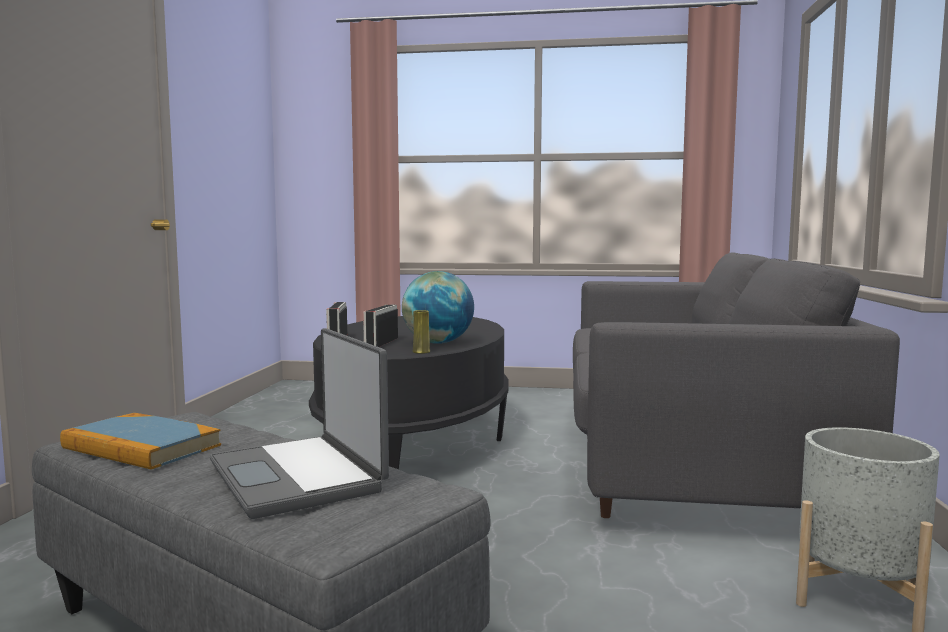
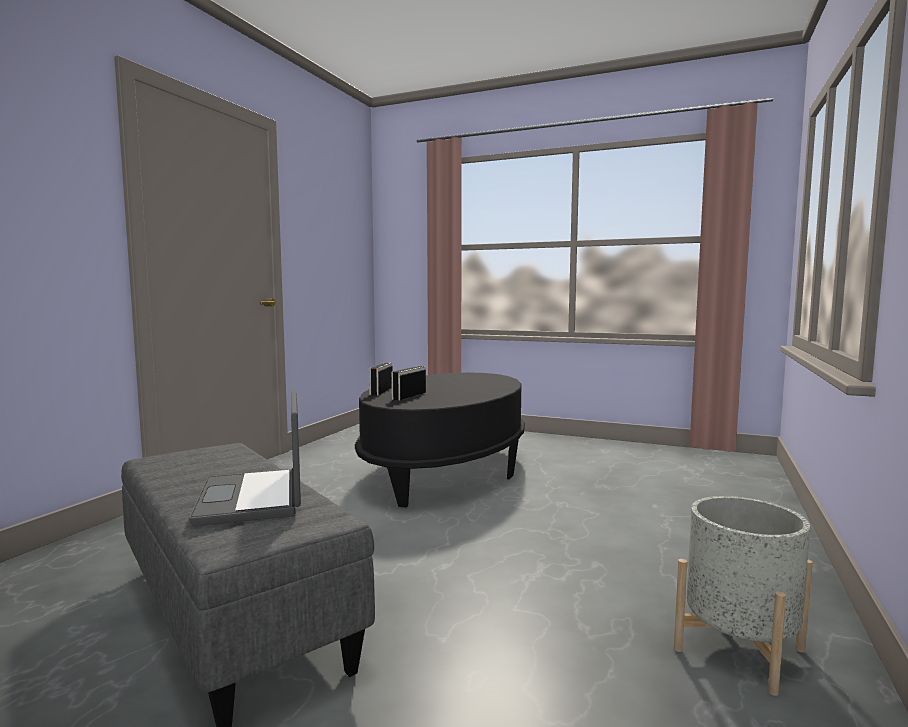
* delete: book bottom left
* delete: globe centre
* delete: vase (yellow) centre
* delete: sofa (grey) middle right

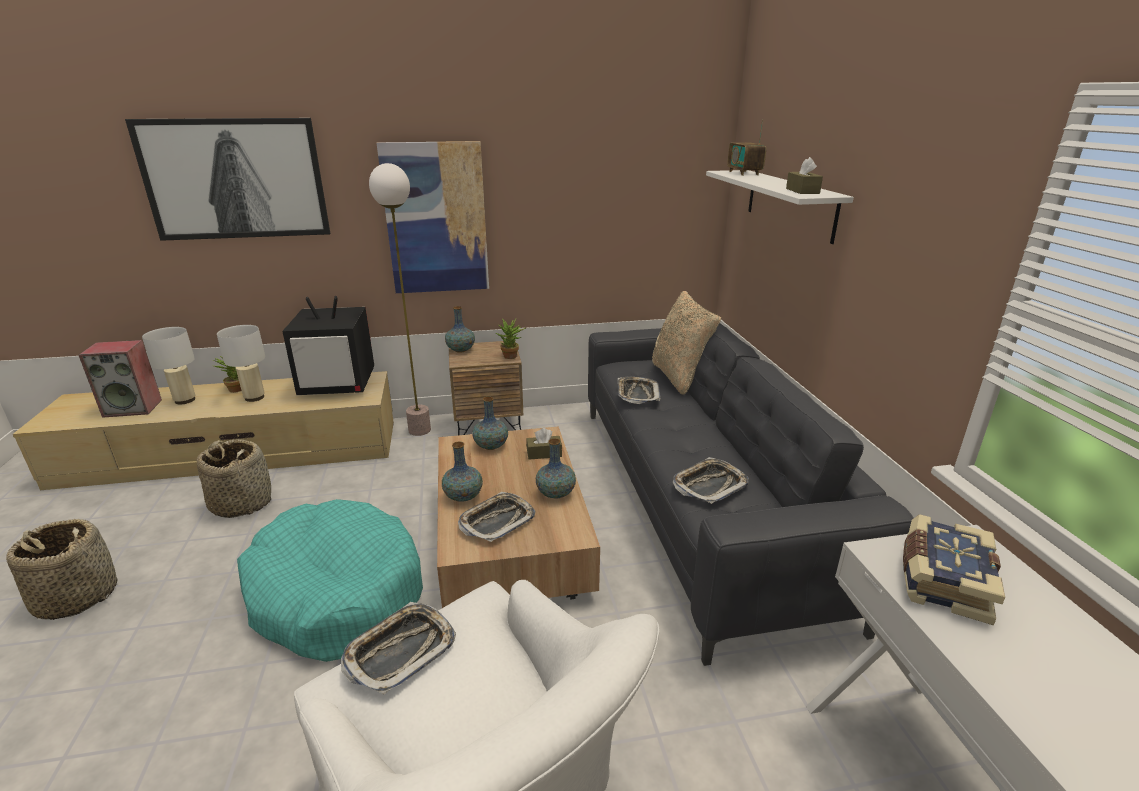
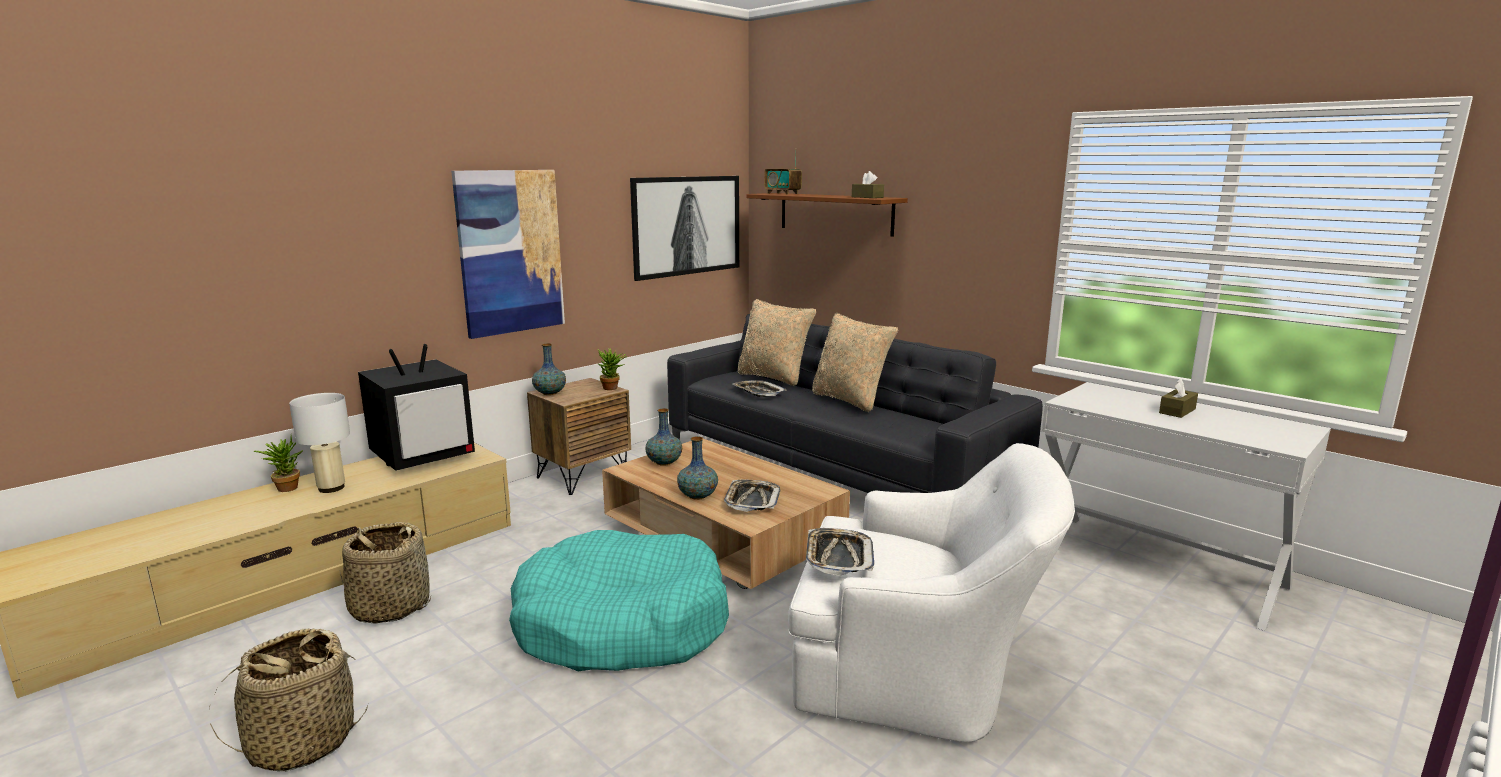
* move: picture (1st from left in the first image) top left to picture (2nd from left) top centre
* recolor: shelf (white) top right to shelf (brown) top centre
* insert: pillow (beige) (2nd from left) centre
* move: tissue box (brown) (1st from left in the first image) centre to tissue box (brown) (2nd from left) middle right
* delete: speaker middle left
* delete: table lamp (white) (1st from left) middle left
* delete: floor lamp centre
* delete: vase (4th from left) centre
* delete: tray (4th from left) centre
* delete: book bottom right

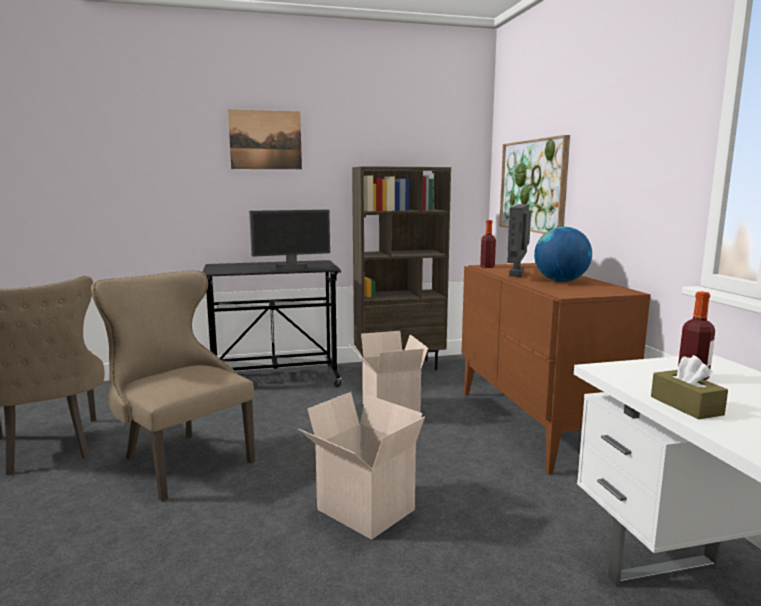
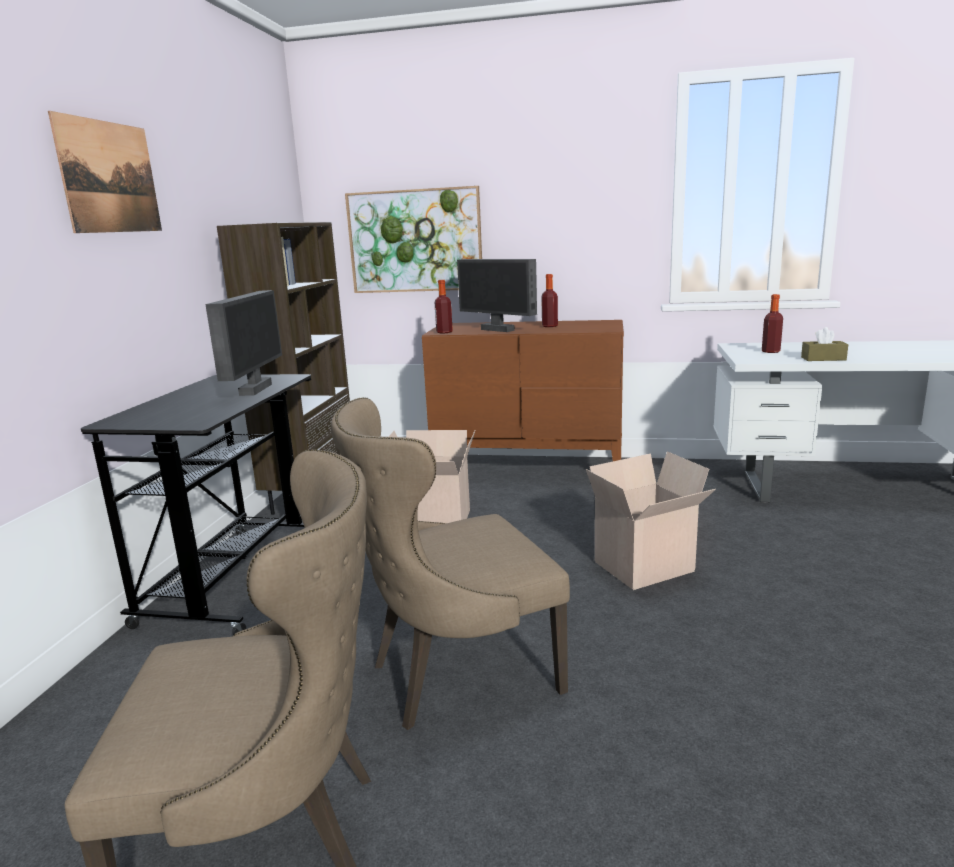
* replace: globe middle right to bottle (2nd from left) centre

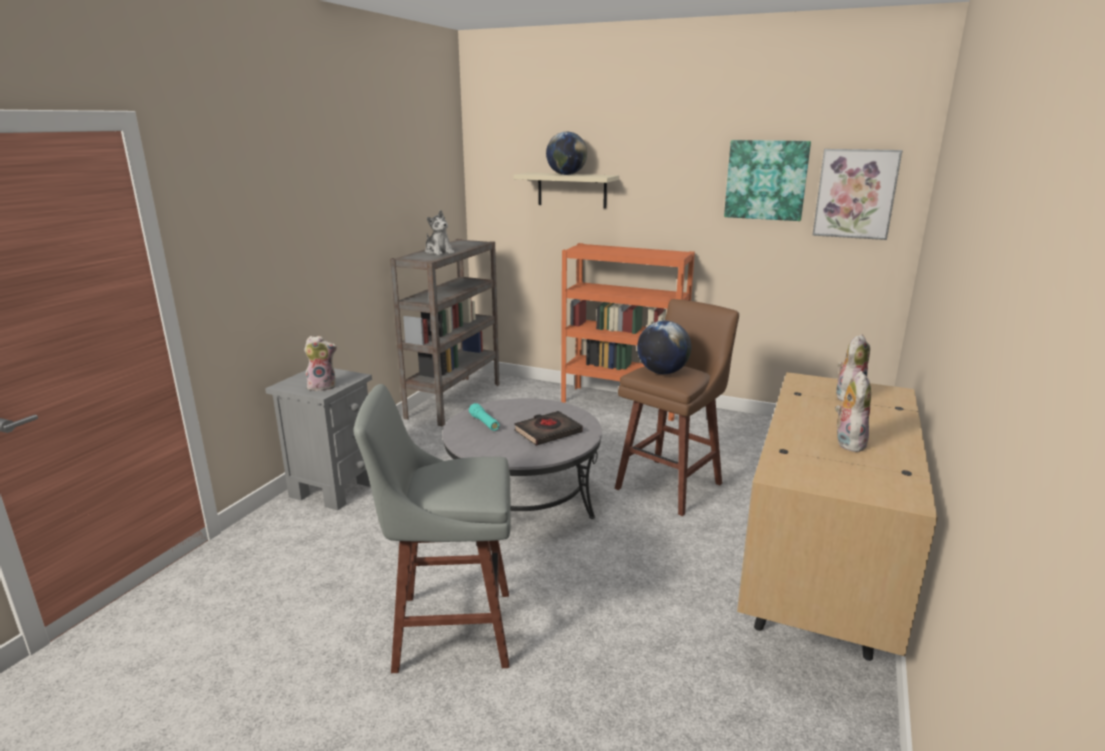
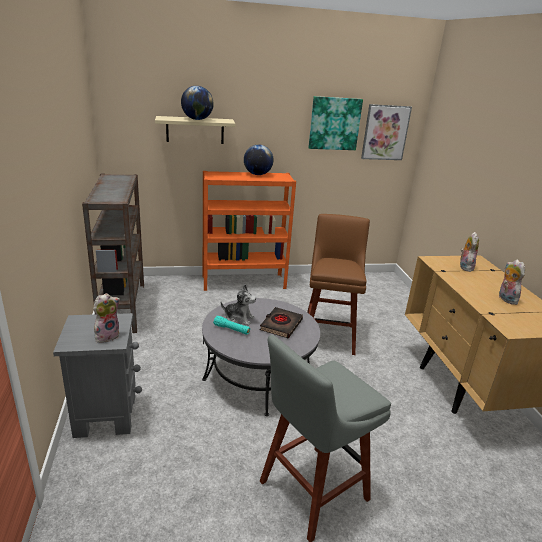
* move: plush toy (2nd from left) top centre to centre
* move: globe (2nd from left) centre to top centre

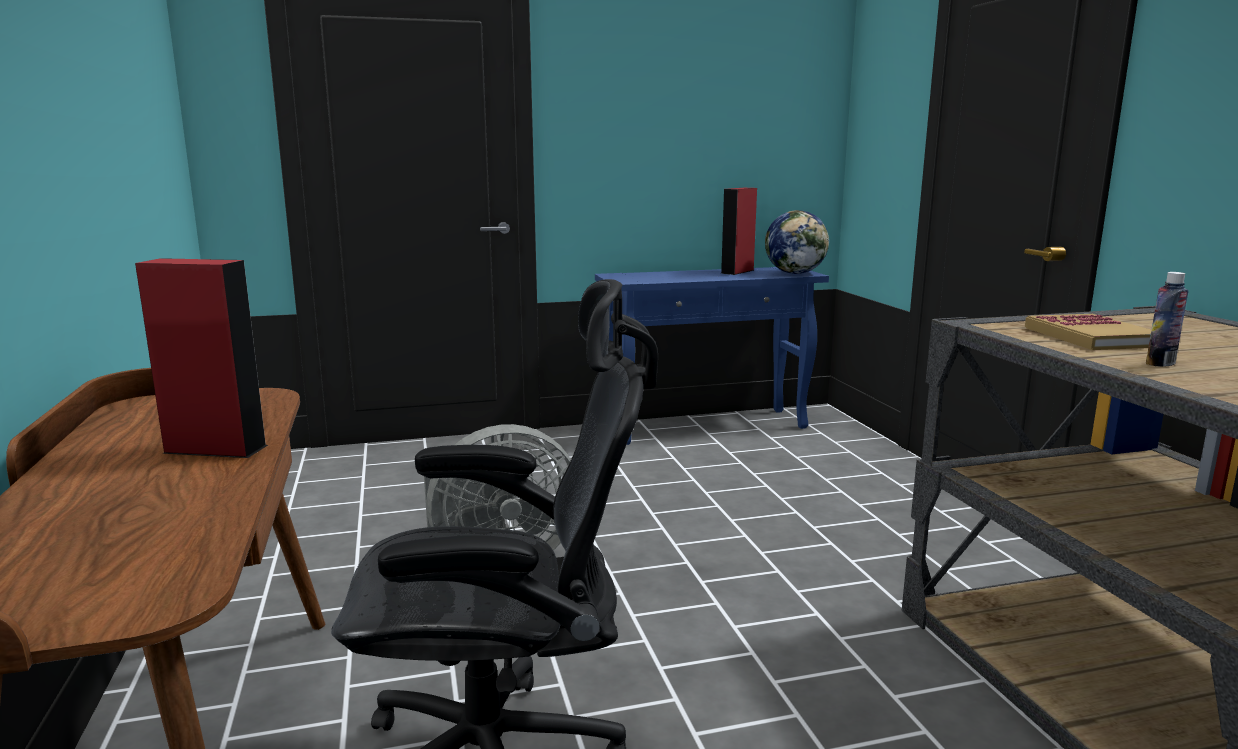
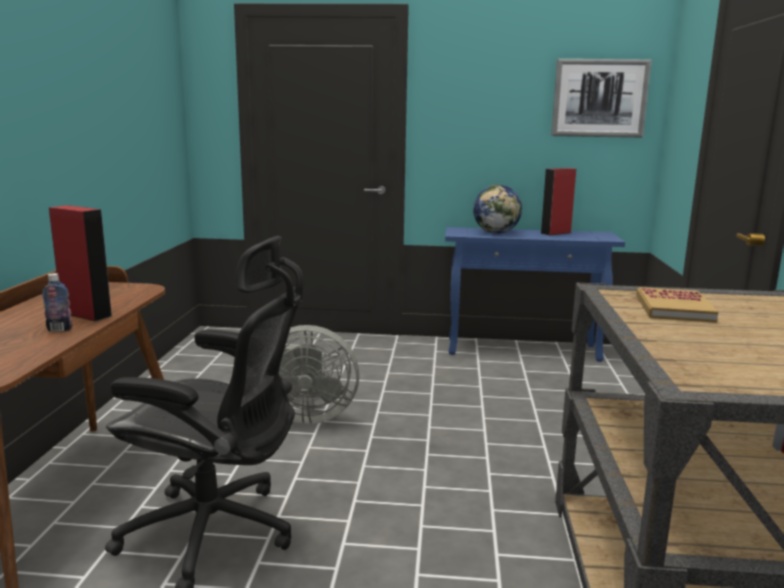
* move: bottle middle right to middle left
* move: globe top centre to centre
* insert: picture top right

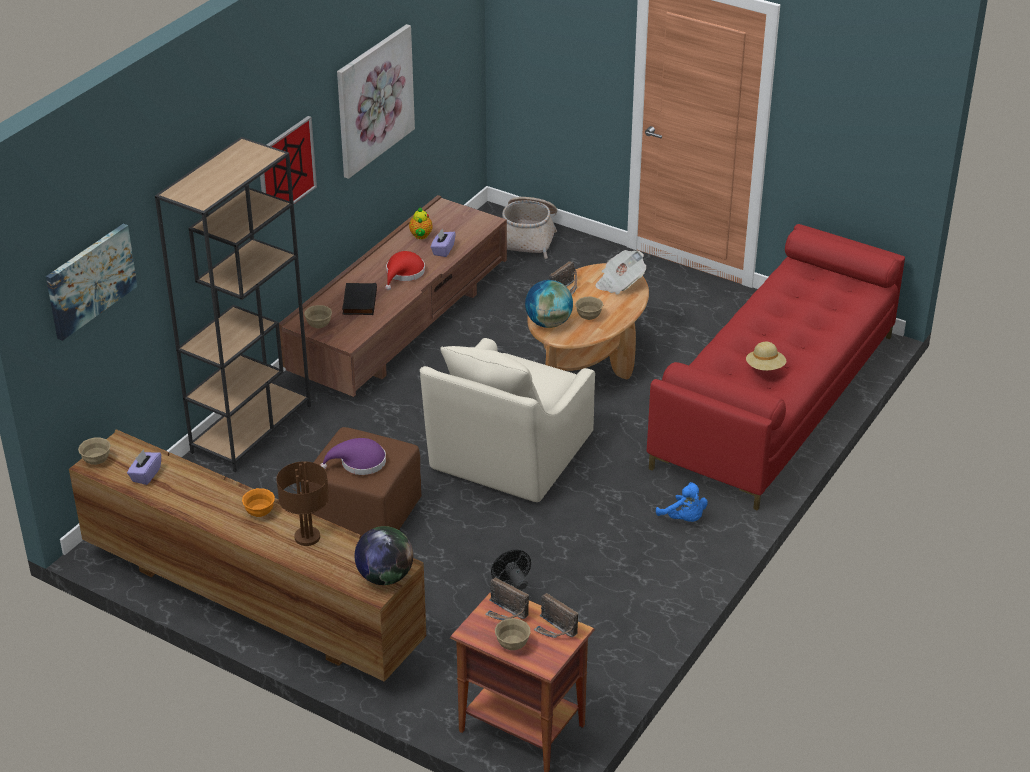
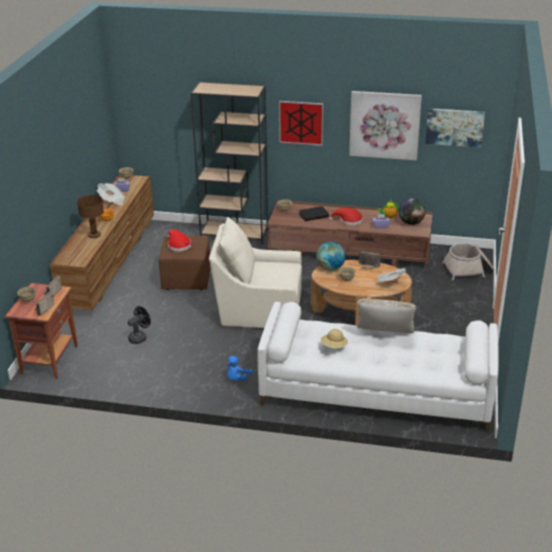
* insert: newspaper (1st from left) middle left
* recolor: hat (purple) centre to hat (red) (1st from left) middle left
* recolor: sofa (red) middle right to sofa (white) middle right
* insert: pillow (beige) middle right
* move: globe (1st from left in the first image) bottom centre to globe (2nd from left) middle right
* move: picture (1st from left in the first image) middle left to picture (3rd from left) top right

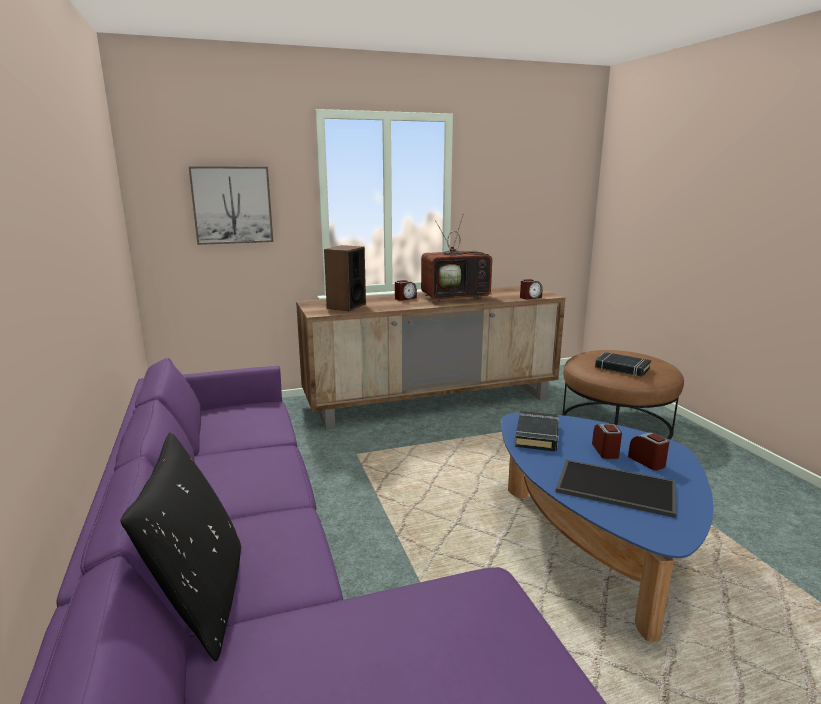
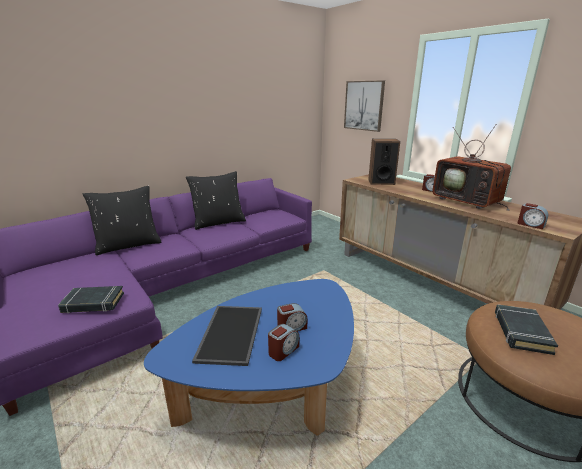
* move: book (black) (1st from left) centre to middle left
* insert: pillow (black) (2nd from left) centre

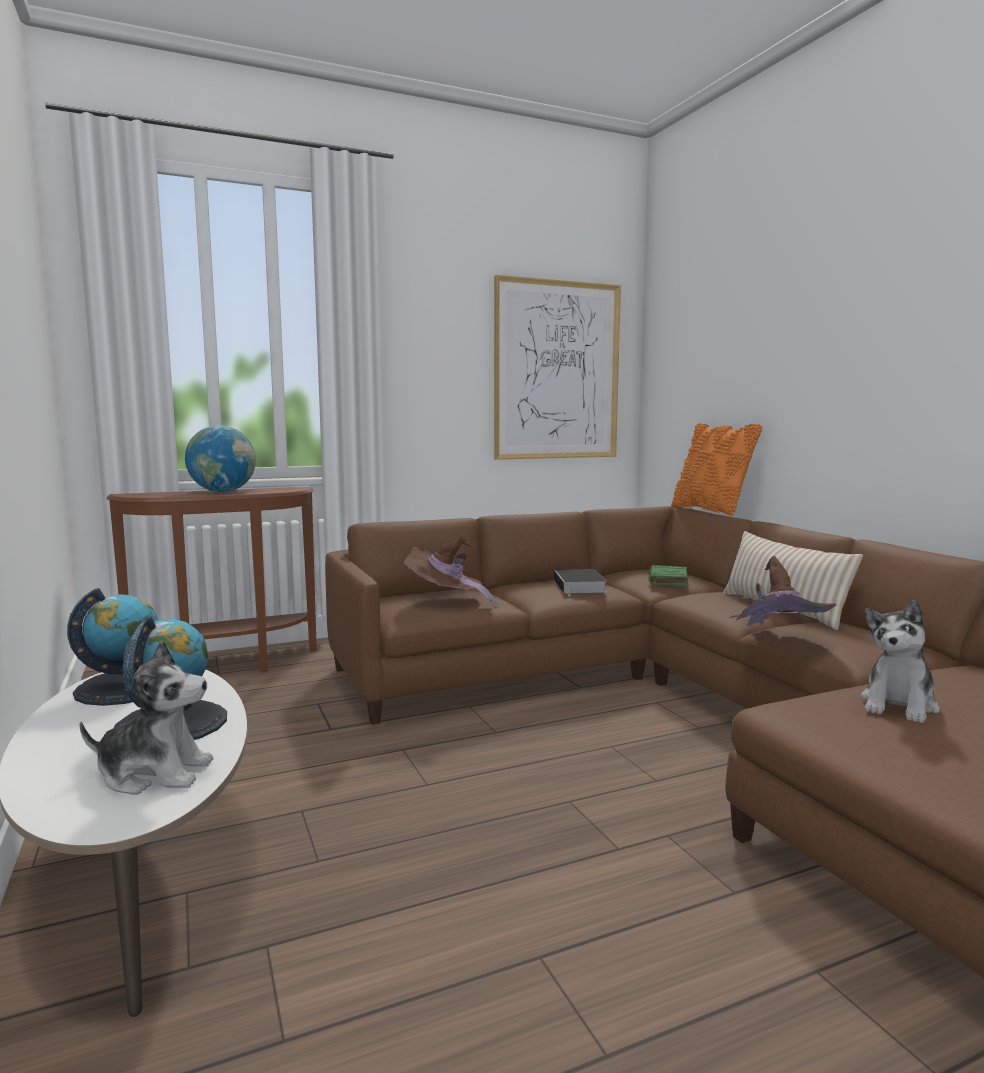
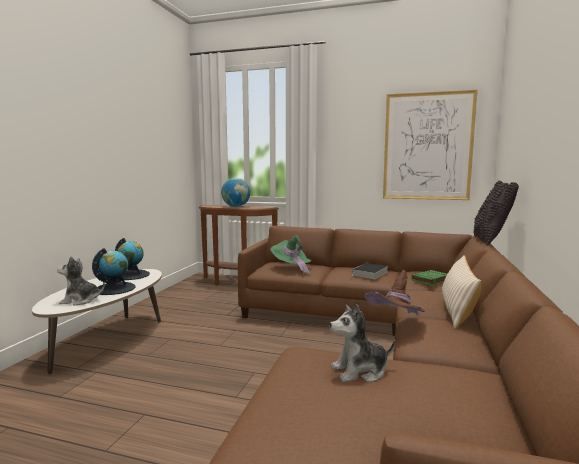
* rotate: plush toy (1st from left) bottom left = middle left 135 degrees clockwise
* recolor: hat (brown) (1st from left) centre to hat (green) centre
* recolor: pillow (orange) middle right to pillow (black) middle right

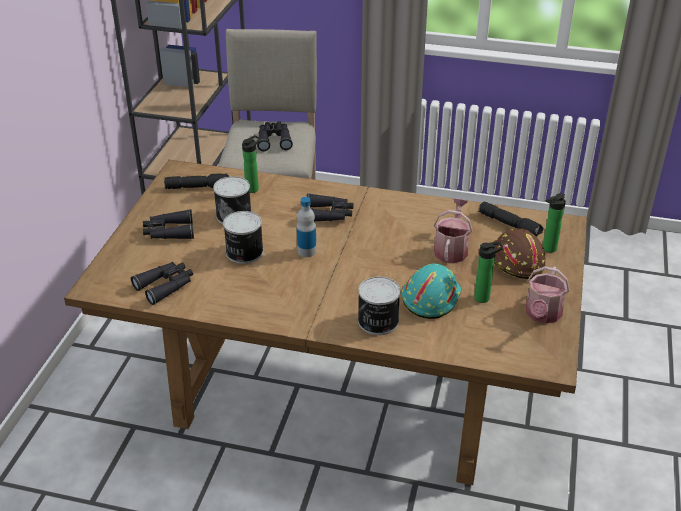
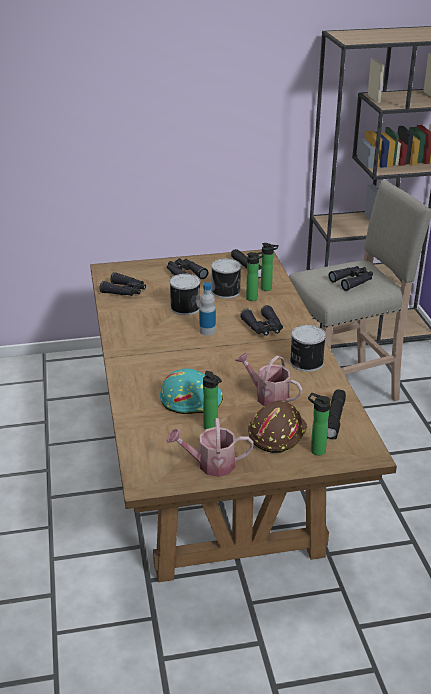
* rotate: watering can (1st from left in the first image) centre = centre 135 degrees counterclockwise
* insert: bottle (3rd from left) centre
* move: can (3rd from left) centre to middle right

